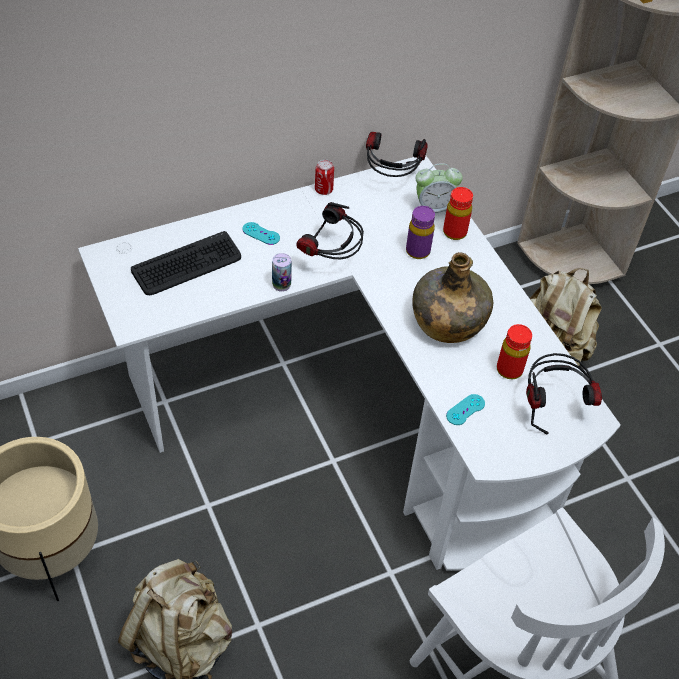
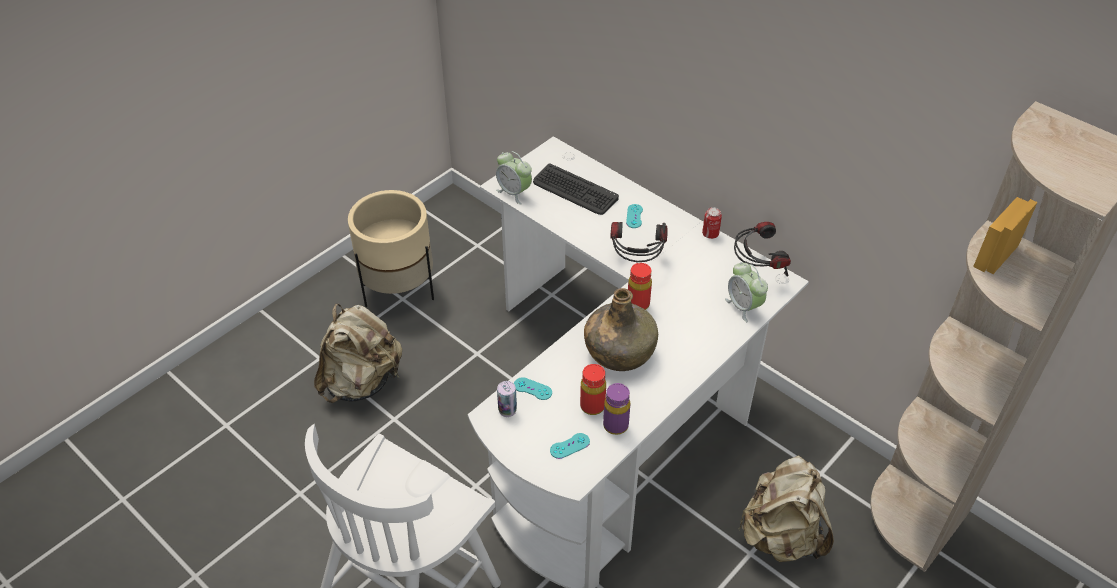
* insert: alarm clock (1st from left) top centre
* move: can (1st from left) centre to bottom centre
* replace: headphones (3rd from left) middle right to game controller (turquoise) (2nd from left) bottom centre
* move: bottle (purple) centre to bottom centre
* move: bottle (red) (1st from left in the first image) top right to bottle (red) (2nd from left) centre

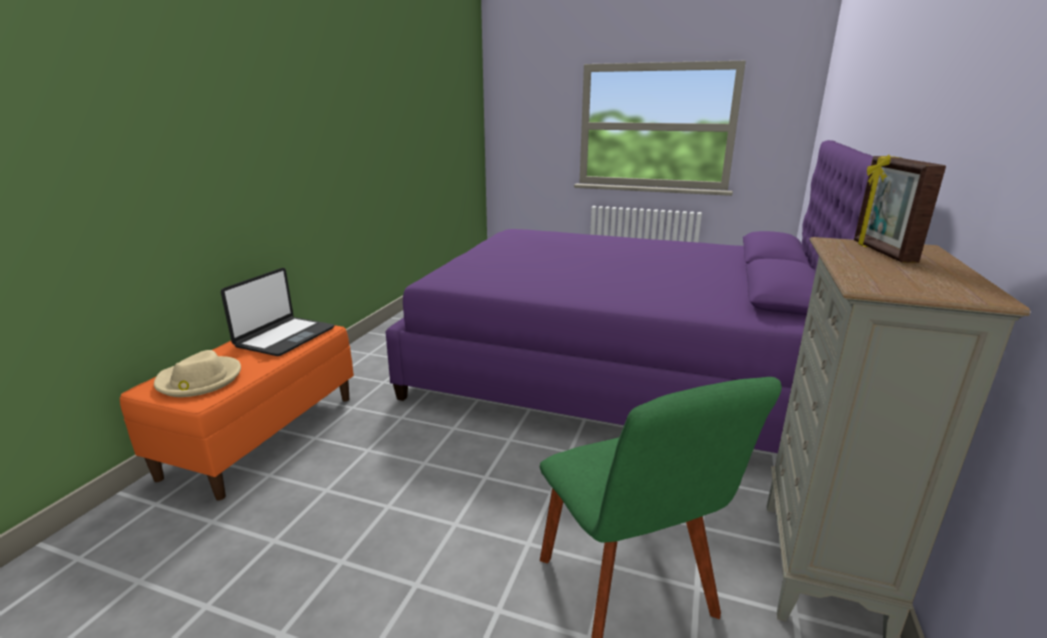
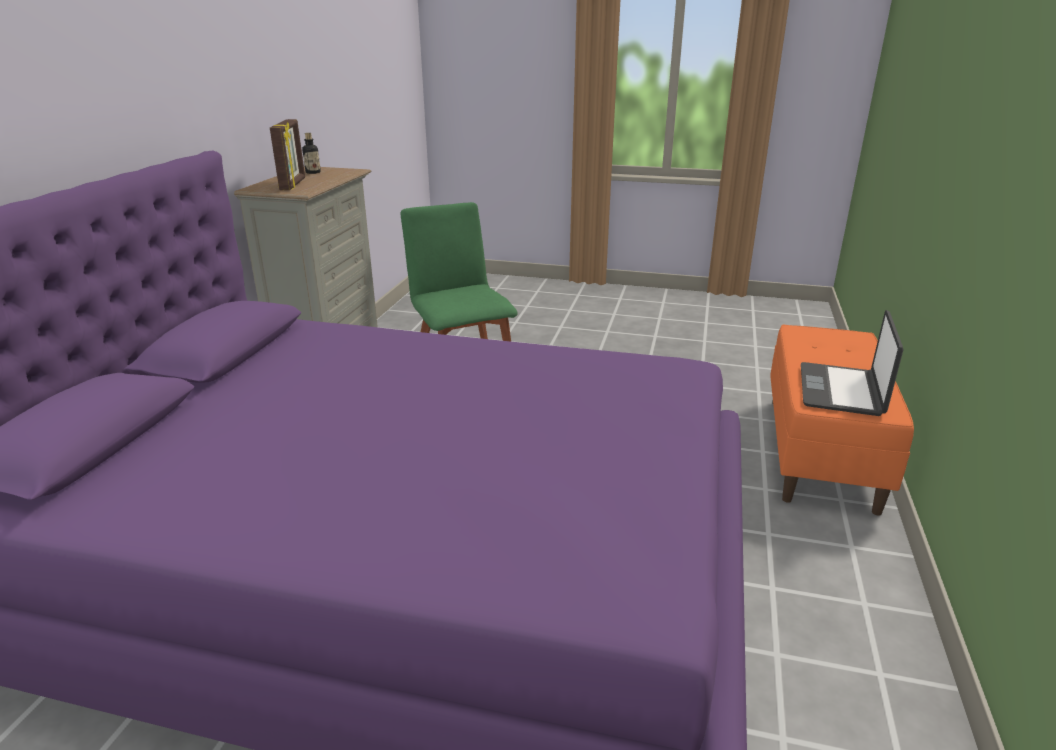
* insert: bottle top left
* delete: hat (beige) middle left

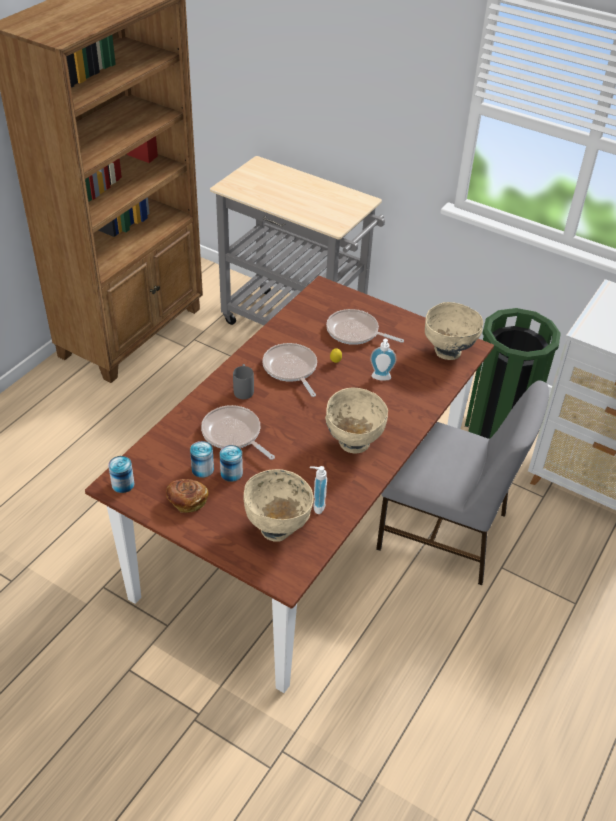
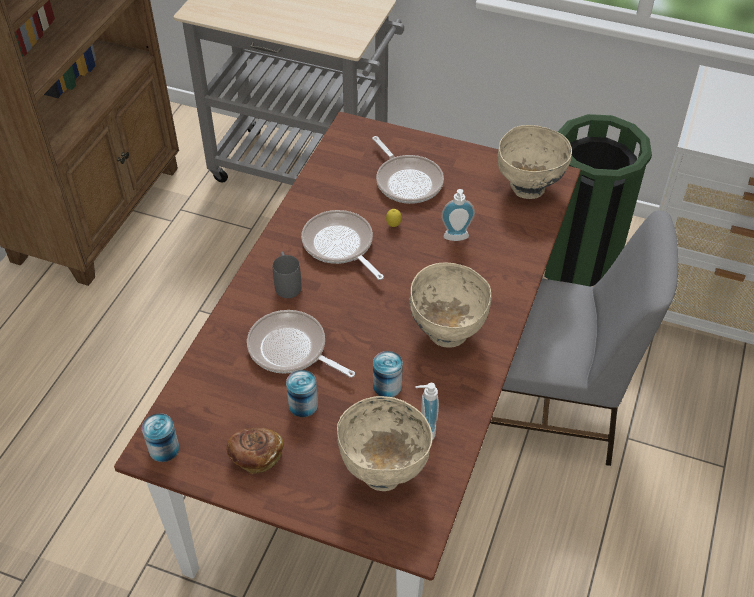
* rotate: frying pan (3rd from left) centre = top centre 135 degrees counterclockwise
* move: can (2nd from left in the first image) middle left to can (3rd from left) centre

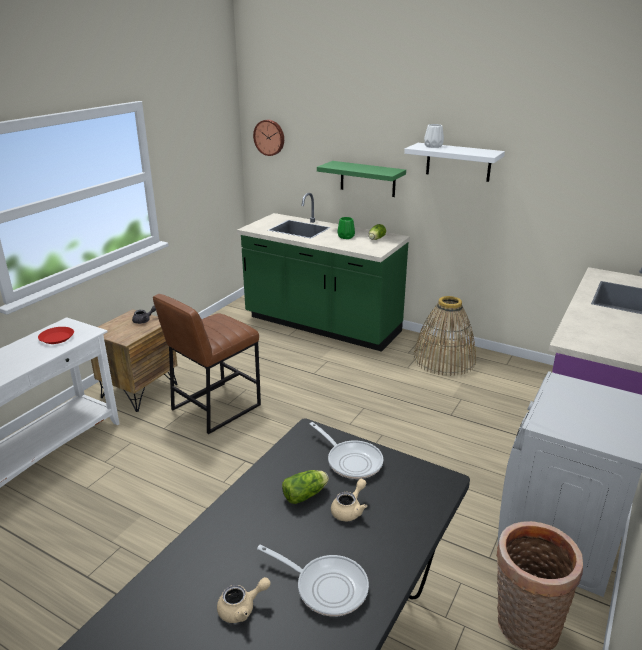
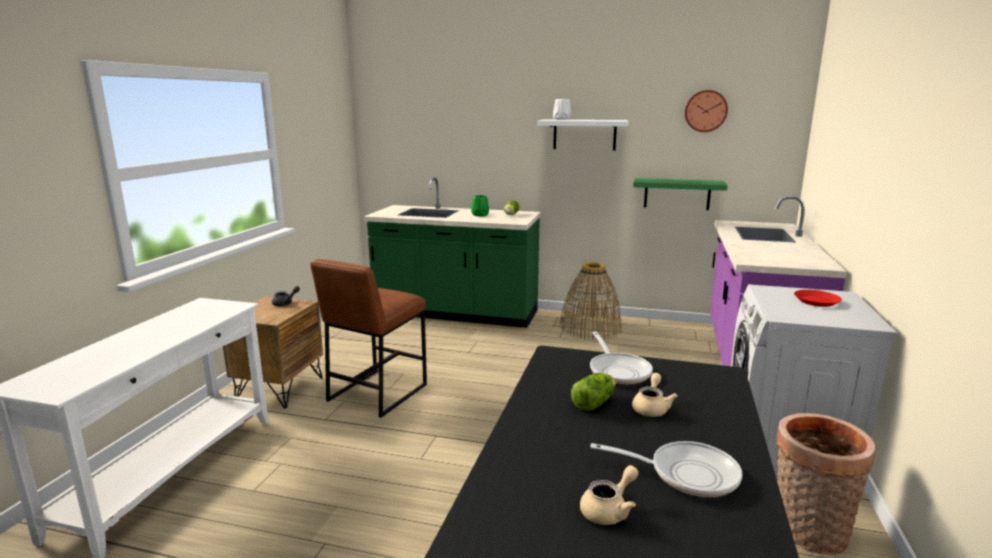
* rotate: frying pan (2nd from left in the first image) bottom centre = centre 45 degrees clockwise
* move: shelf (green) top centre to middle right
* move: wall clock top centre to top right
* move: plate (red) middle left to middle right

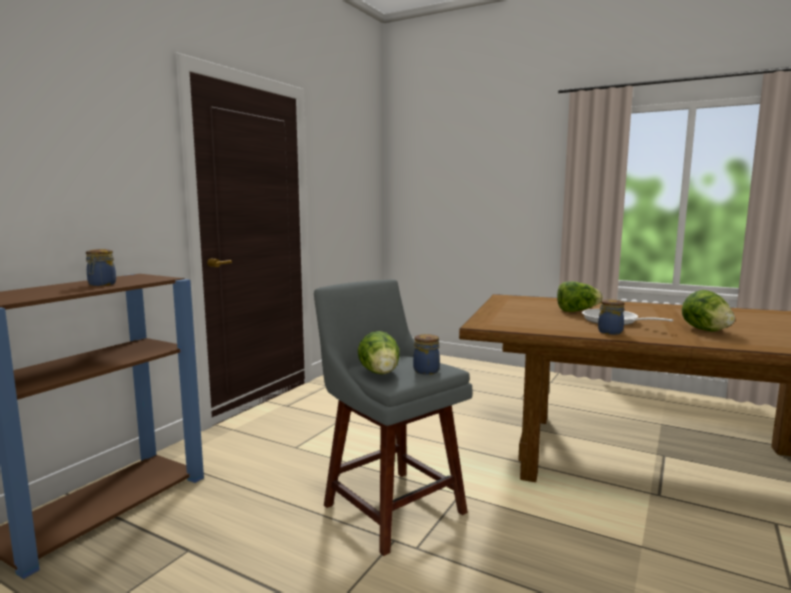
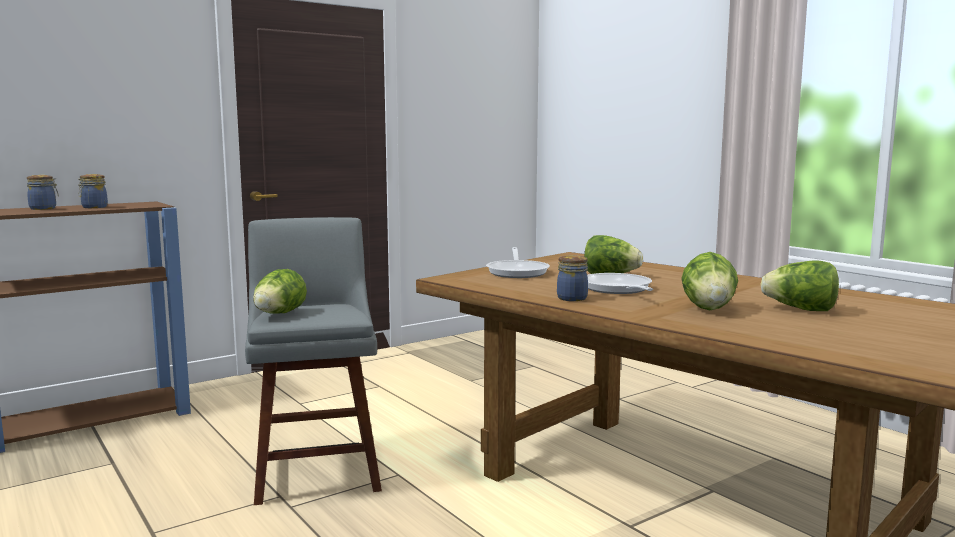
* move: jar (2nd from left in the first image) centre to jar (1st from left) middle left
* insert: frying pan (1st from left) centre
* insert: lettuce (4th from left) middle right

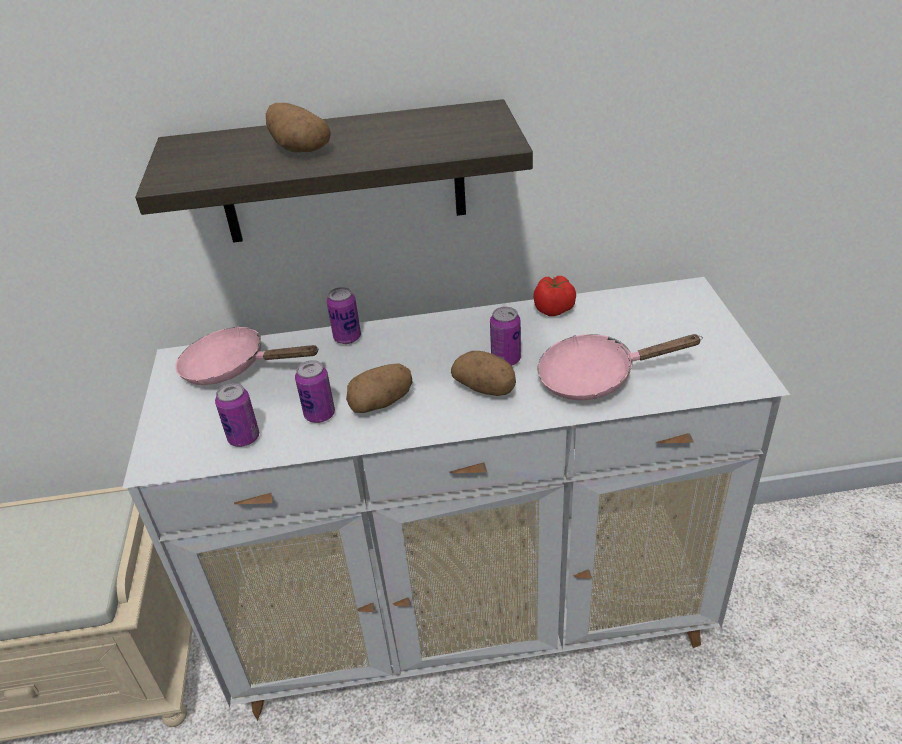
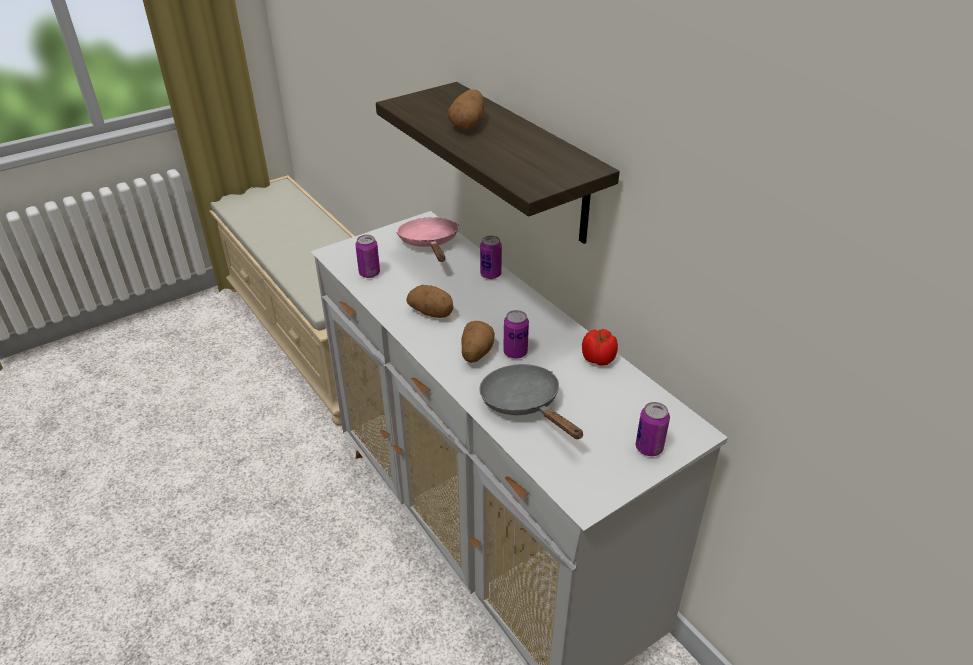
* recolor: frying pan (pink) (2nd from left) middle right to frying pan (grey) centre
* move: can (2nd from left in the first image) centre to can (4th from left) middle right

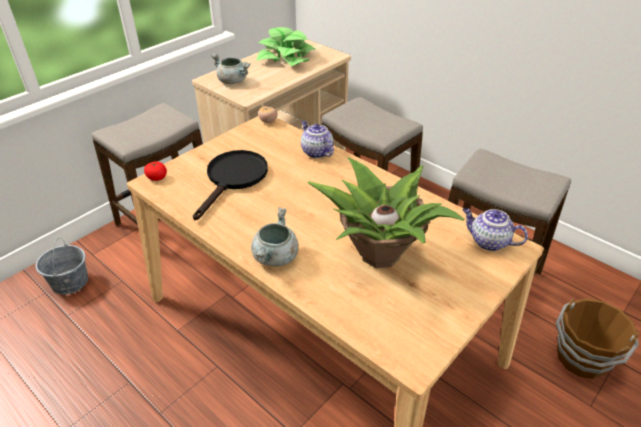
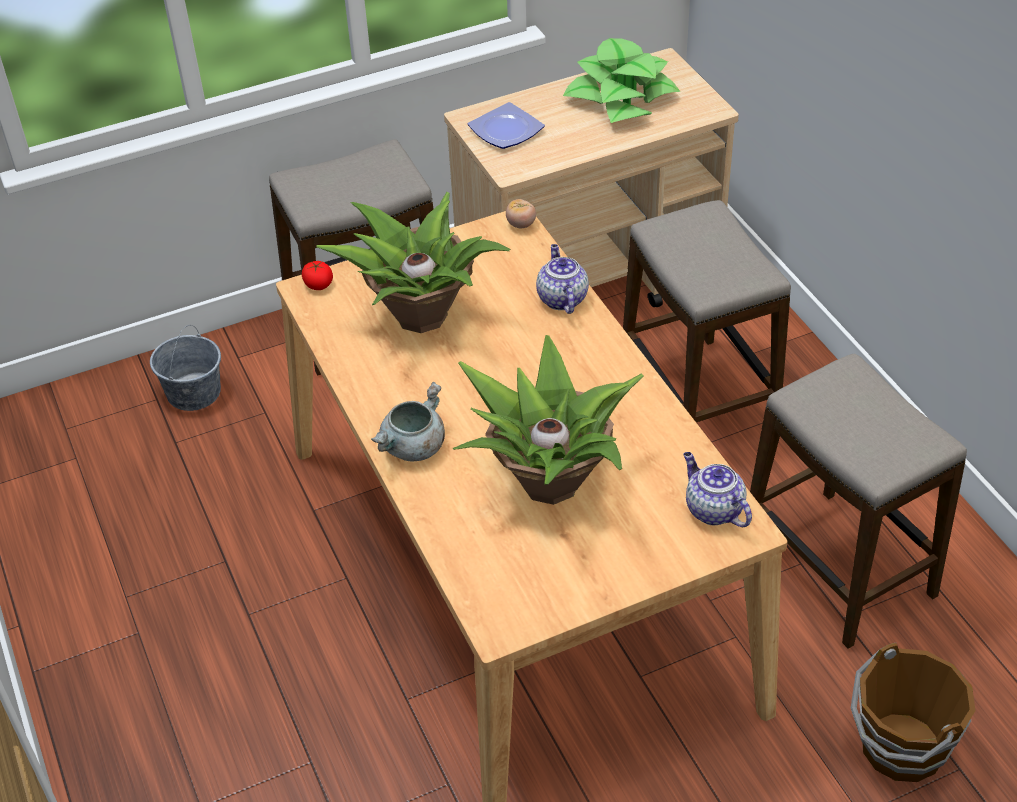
* replace: frying pan (black) centre to potted plant (1st from left) top centre
* replace: cooking pot (grey) (1st from left) top centre to plate top centre

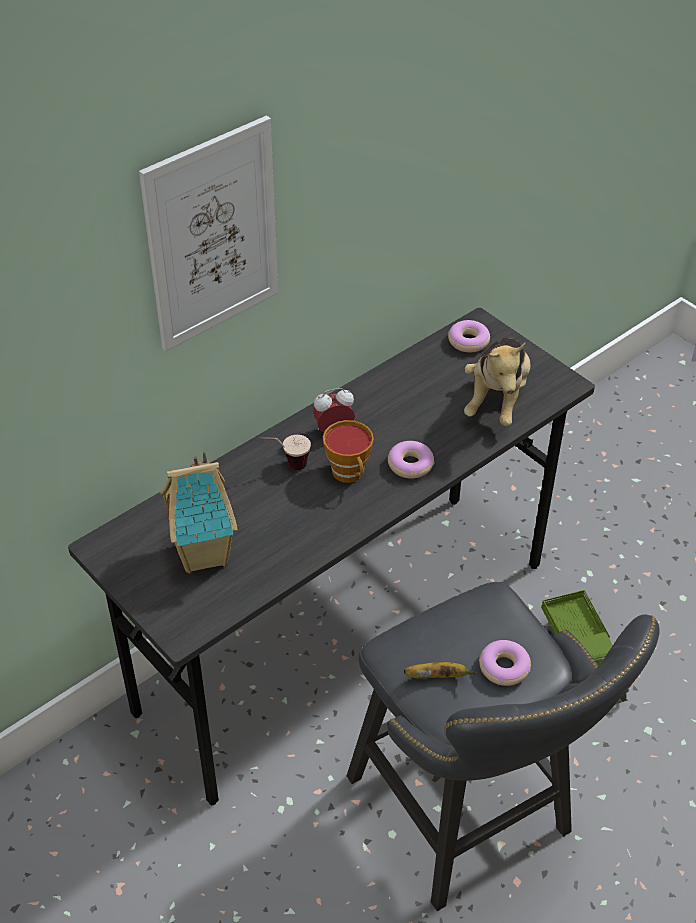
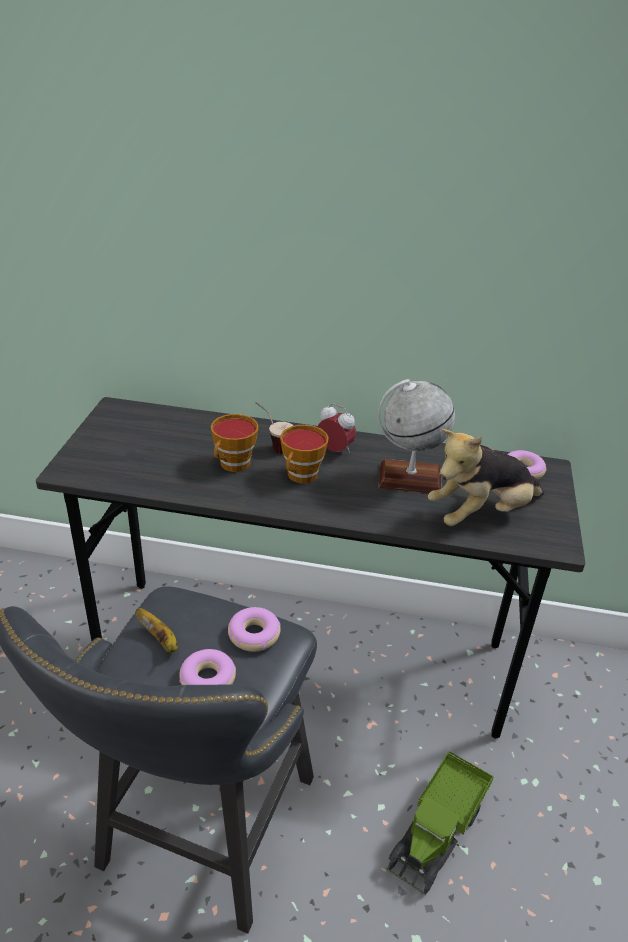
* insert: cup (1st from left) centre
* move: donut (1st from left in the first image) centre to donut (2nd from left) bottom centre
* insert: globe centre
* delete: picture top left
* delete: toy house middle left

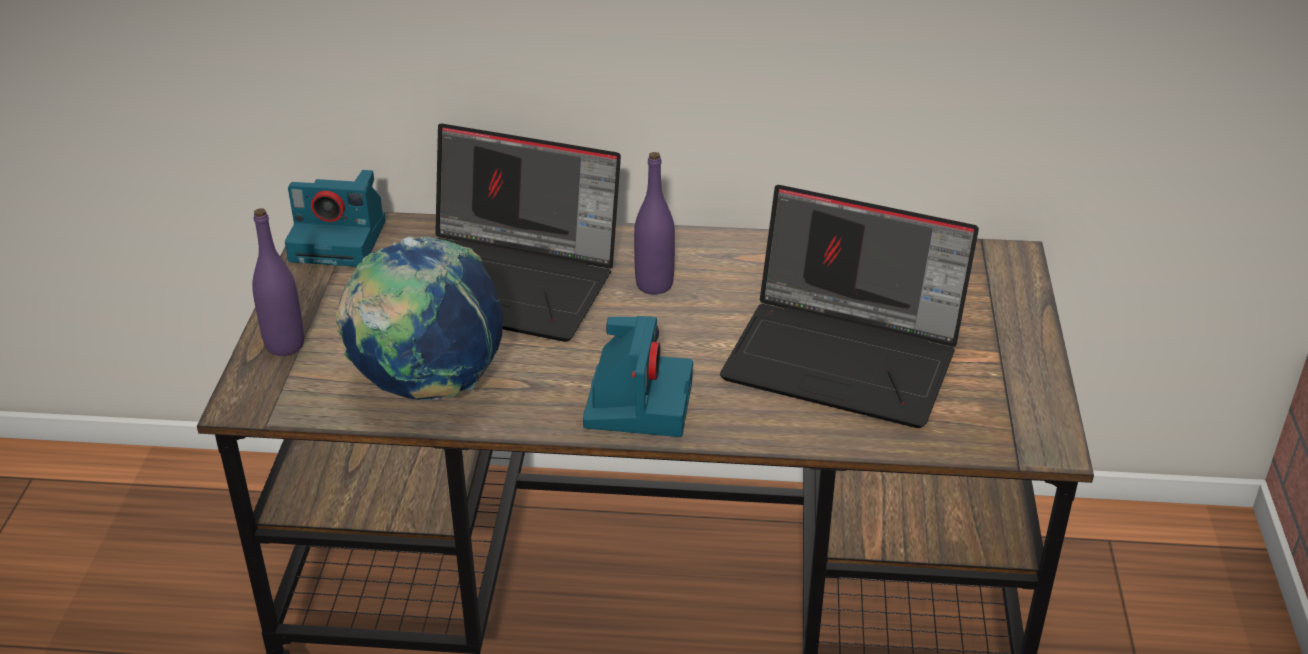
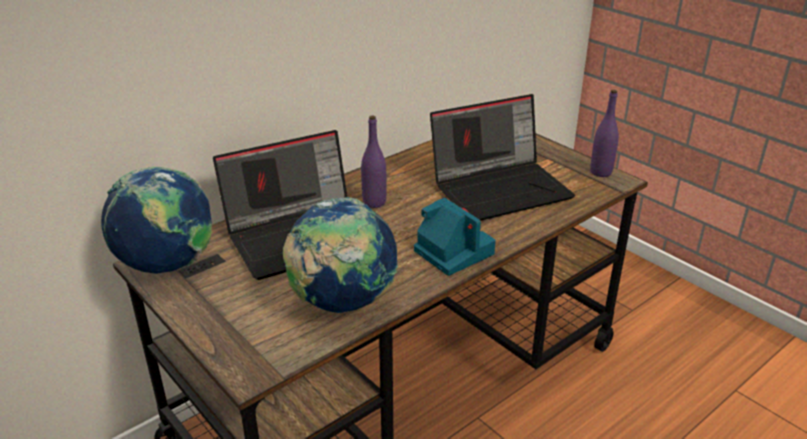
* replace: photo camera (1st from left) middle left to globe (1st from left) middle left
* move: bottle (purple) (1st from left in the first image) middle left to bottle (purple) (2nd from left) top right

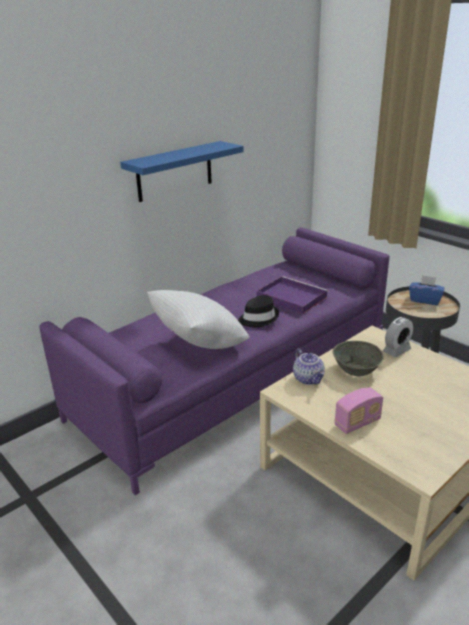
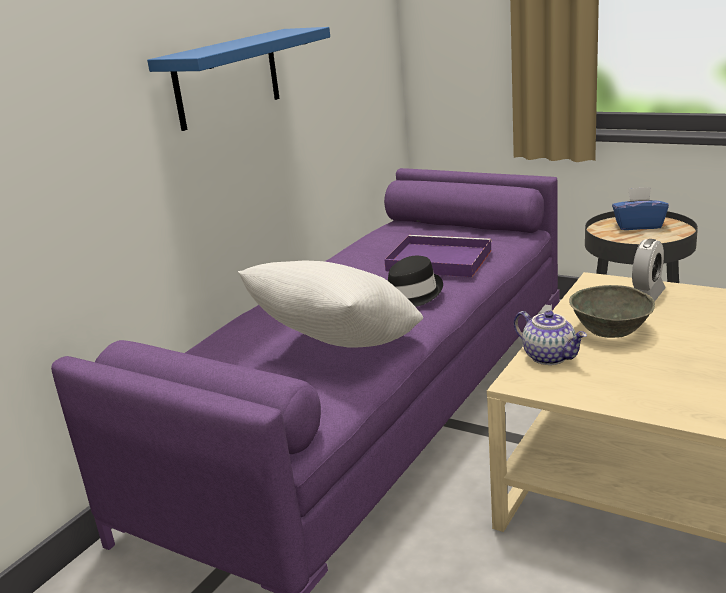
* delete: radio middle right

